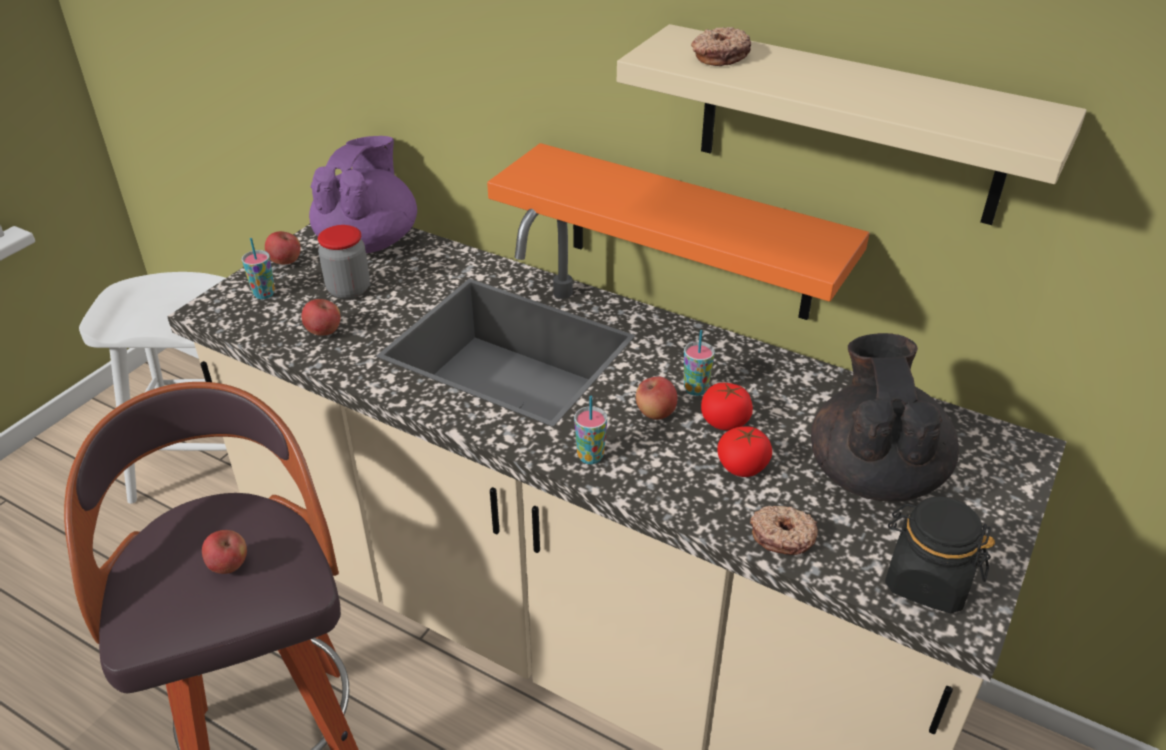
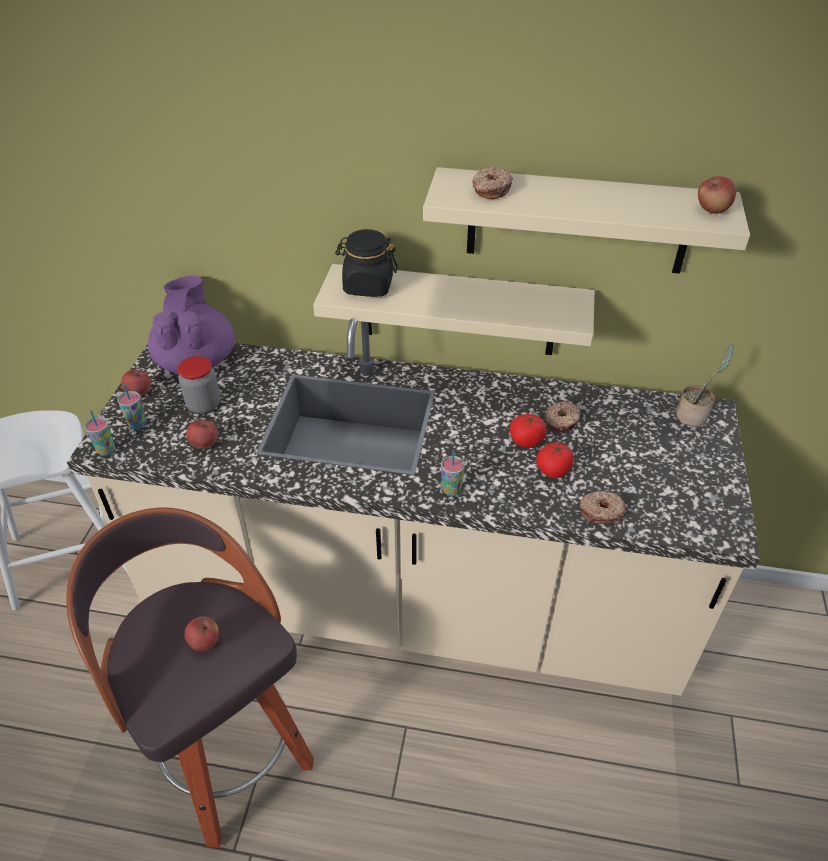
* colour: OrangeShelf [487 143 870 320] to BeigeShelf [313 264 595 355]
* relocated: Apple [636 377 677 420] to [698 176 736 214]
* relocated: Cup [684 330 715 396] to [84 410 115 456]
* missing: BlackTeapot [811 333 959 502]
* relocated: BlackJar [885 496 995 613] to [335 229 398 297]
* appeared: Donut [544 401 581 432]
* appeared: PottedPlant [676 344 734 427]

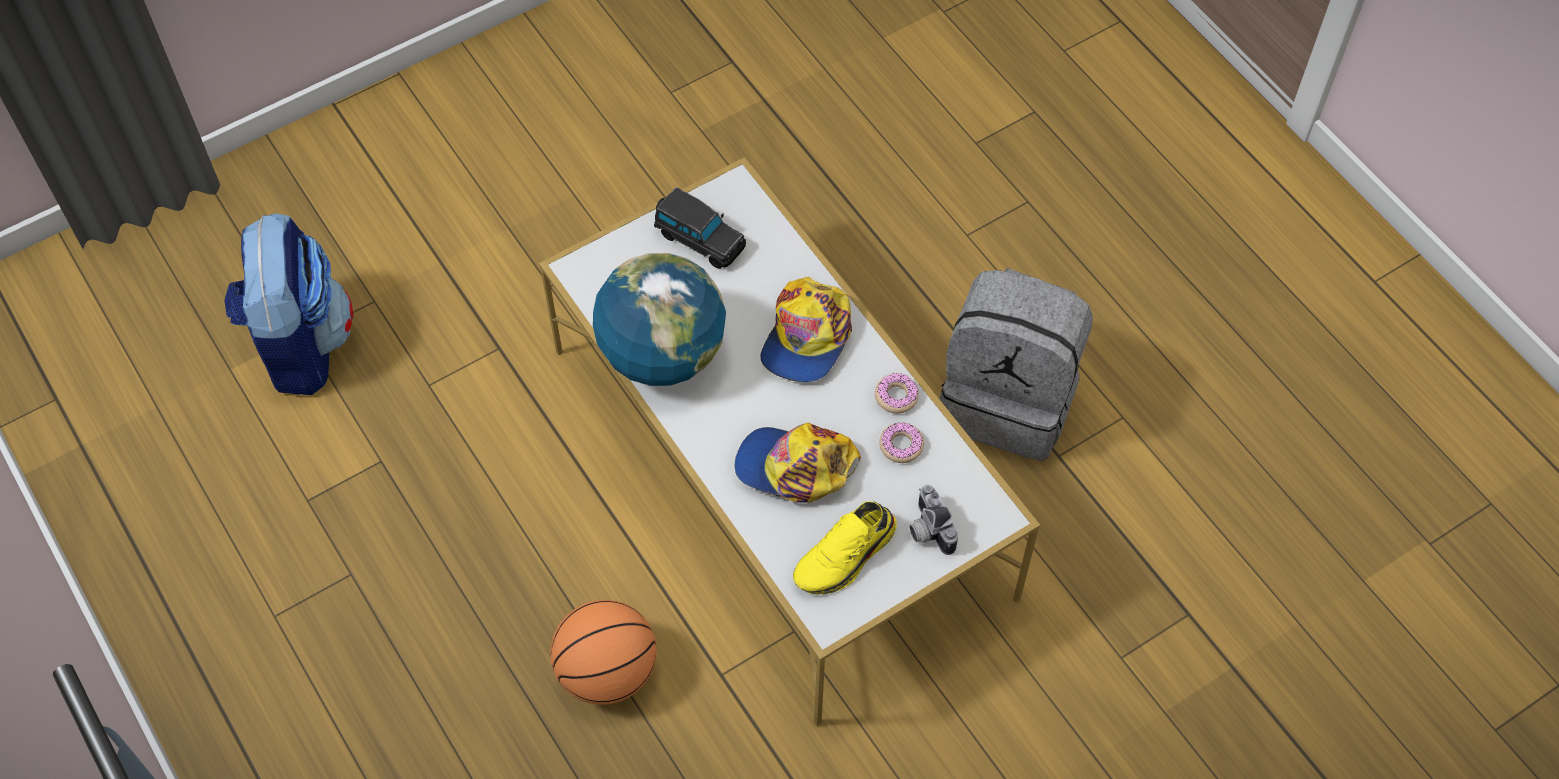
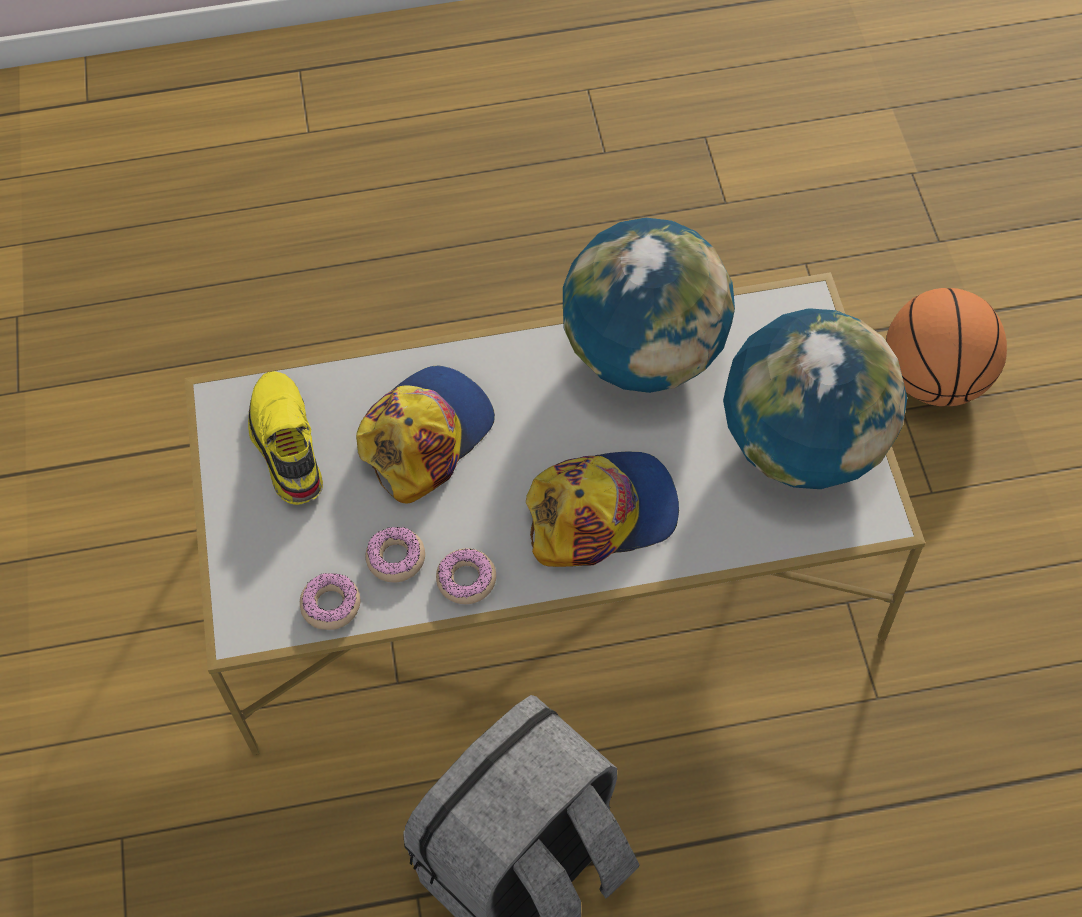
* missing: Backpack [224 213 353 395]
* relocated: Basketball [550 600 657 705] to [886 288 1007 406]
* exchanged: BlackToyCar [654 187 746 269] to Globe [723 308 907 489]
* spun: Cap [760 277 852 382] = [526 451 679 567] 120 degrees clockwise
* missing: PhotoCamera [910 485 958 555]
* appeared: Donut [300 573 360 630]

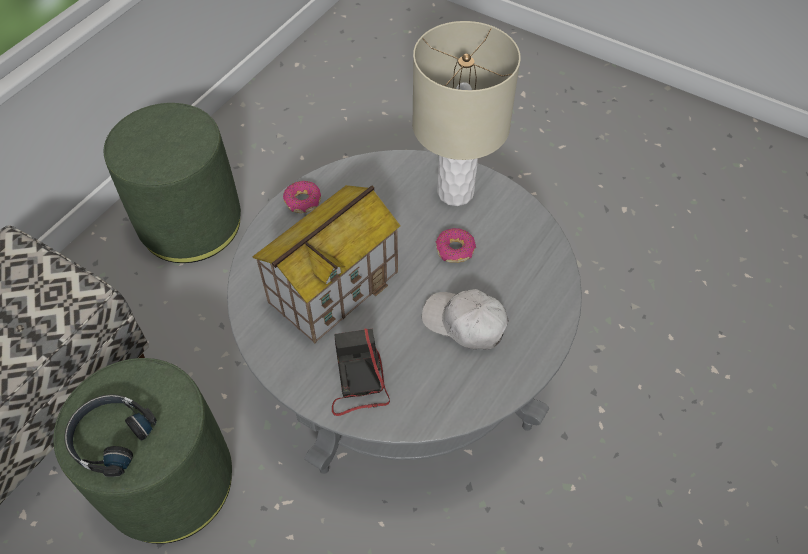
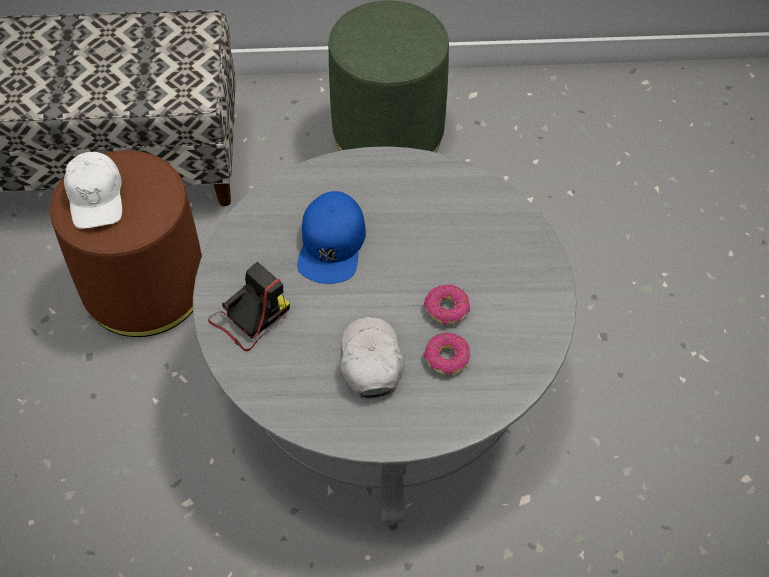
* colour: GreenOttoman [53 358 232 544] to BrownOttoman [50 150 202 337]
* exchanged: BlackHeadphones [64 394 157 477] to WhiteCap [64 152 122 229]
* exchanged: ToyHouse [252 185 401 343] to BlueCap [297 191 366 284]
* relocated: Donut [283 181 321 213] to [424 333 470 375]
* missing: BeigeTableLamp [412 21 521 206]

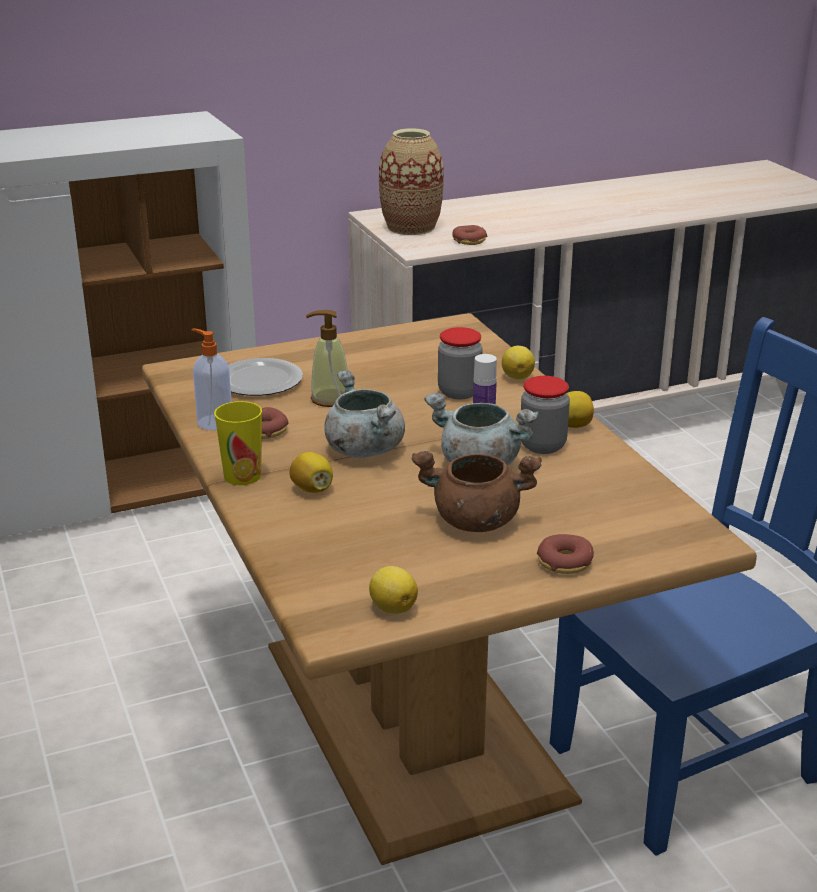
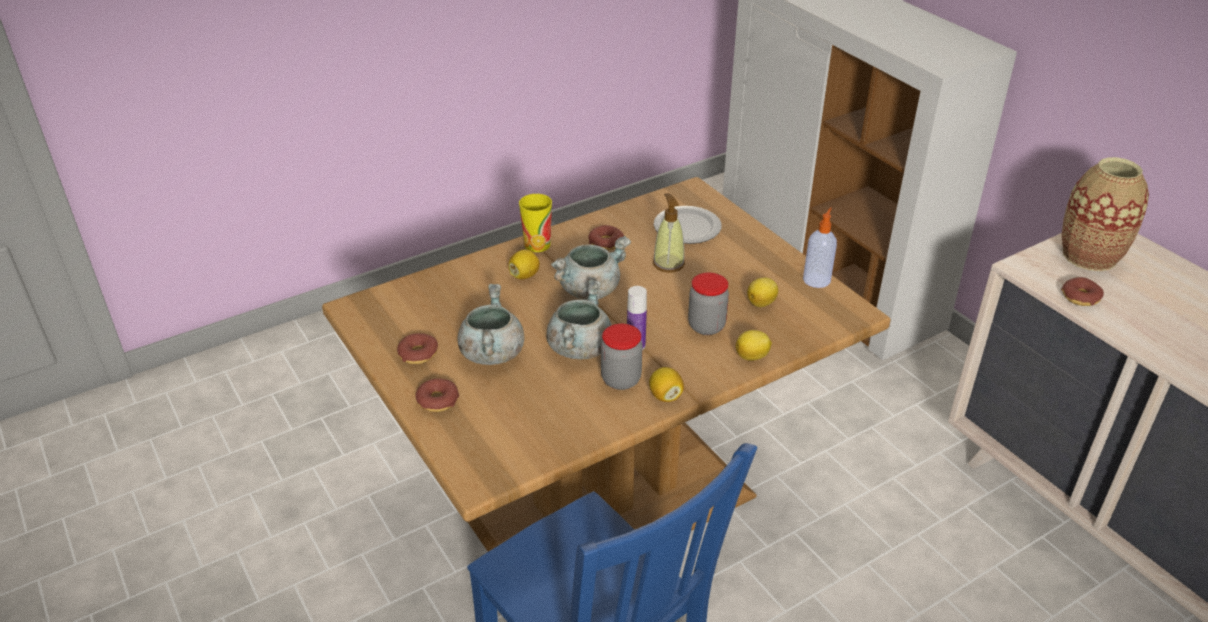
* relocated: SoapDispenser [191 328 232 430] to [803 207 837 288]
* relocated: Lemon [369 566 418 614] to [747 278 778 307]
* colour: BrownCookingPot [411 451 541 532] to GreyCookingPot [457 284 524 365]
* appeared: Donut [397 333 438 364]

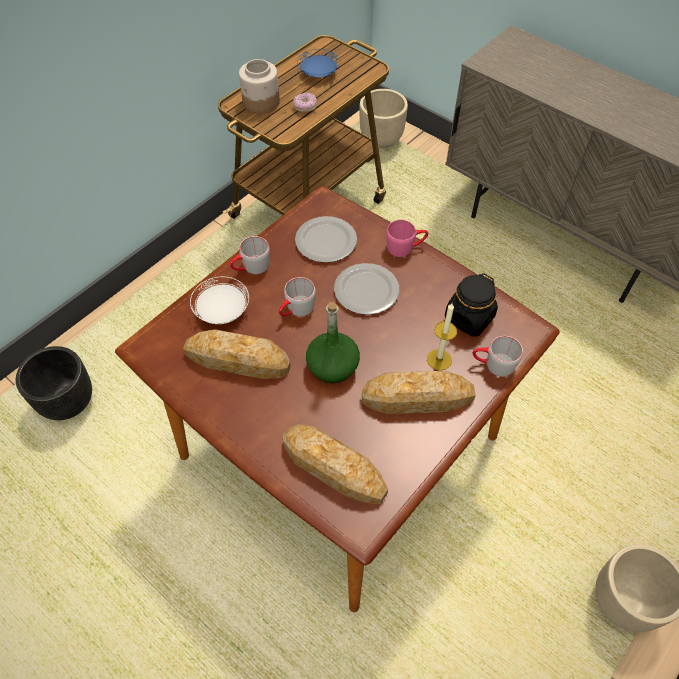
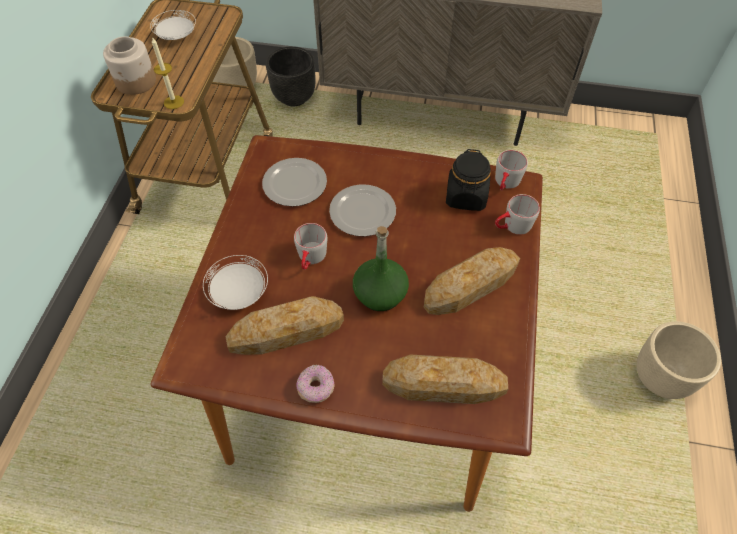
* relocated: BlackPlanter [16 346 92 420] to [266 46 315 106]
* relocated: GreyMug [230 236 270 274] to [495 150 528 191]
* relocated: Donut [293 92 317 112] to [296 365 335 403]
* colour: BluePlate [297 49 340 77] to WhitePlate [150 10 196 40]
* missing: PinkMug [386 220 428 257]
* relocated: Candle [427 303 457 370] to [152 37 184 109]

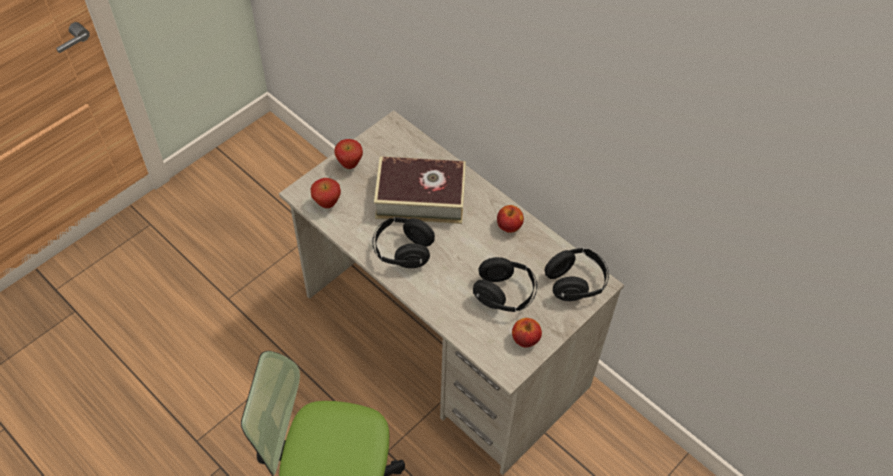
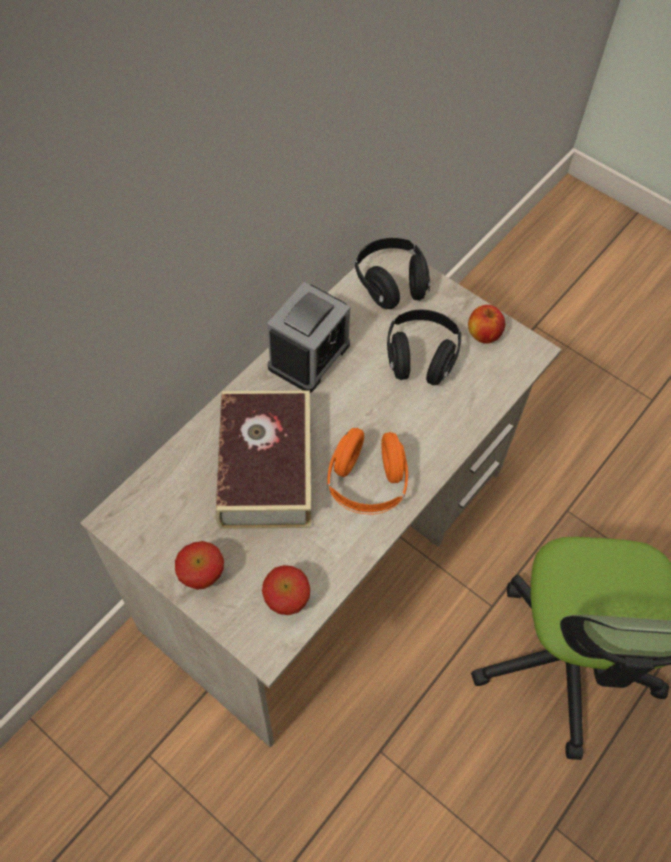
* colour: BlackHeadphones [372 217 435 268] to OrangeHeadphones [327 428 408 515]
* exchanged: Apple [497 205 524 233] to AlarmClock [267 282 350 393]

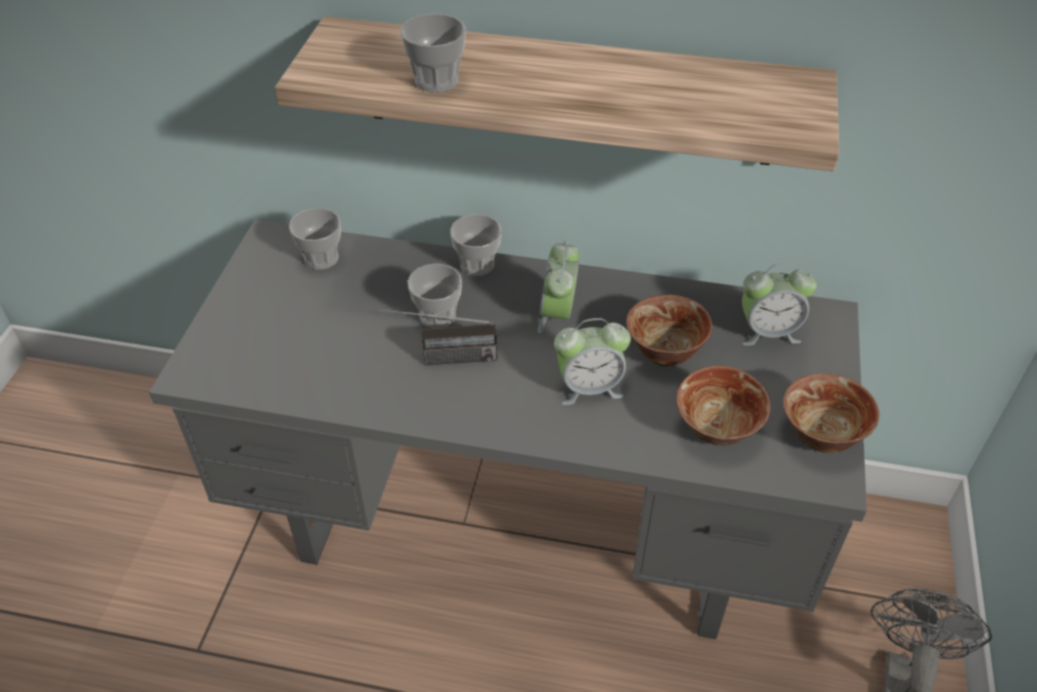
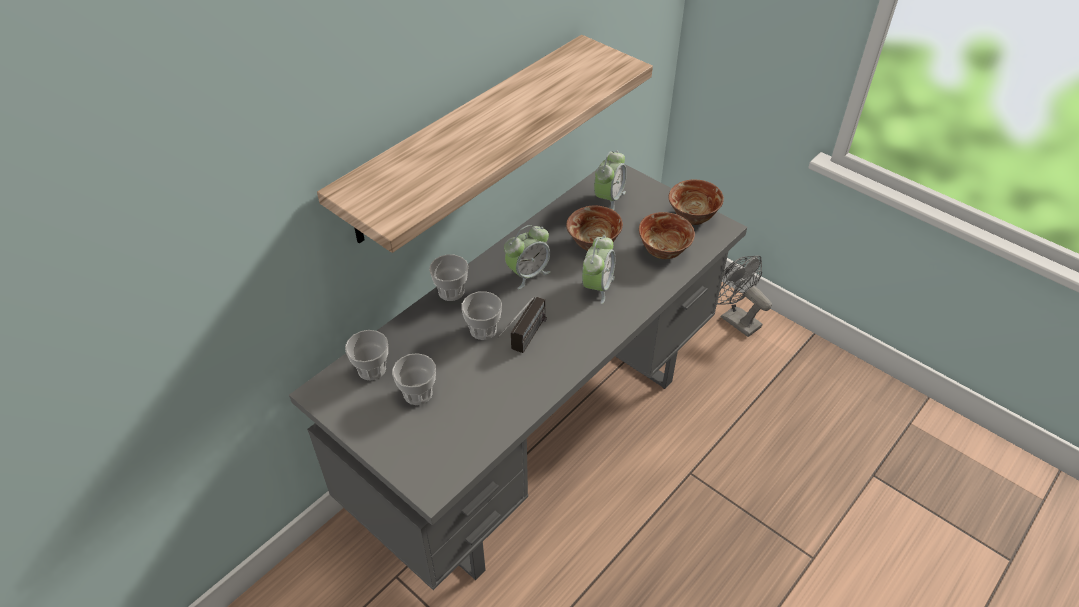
* relocated: Cup [400 13 466 93] to [392 353 436 405]
* spun: AlarmClock [538 241 579 334] = [504 225 551 290] 75 degrees counterclockwise

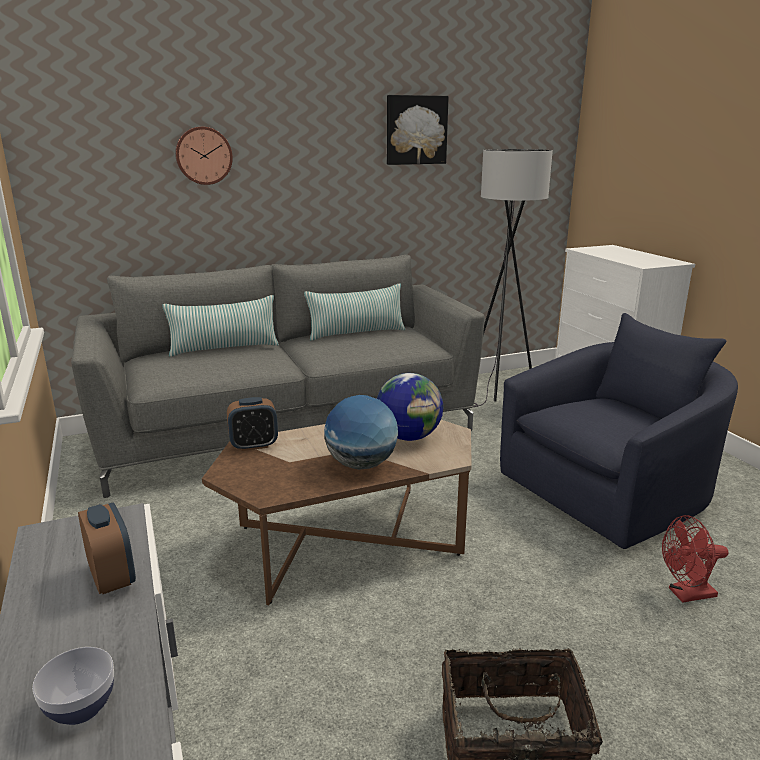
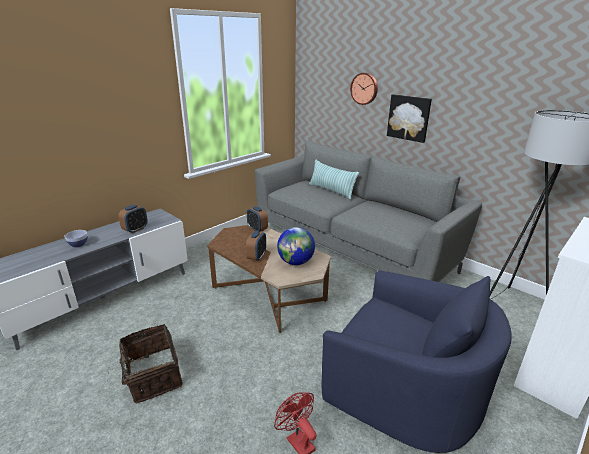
* missing: Pillow [304 283 405 341]
* exchanged: Globe [324 395 398 470] to AlarmClock [246 231 266 261]
* relocated: Picture [387 95 449 165] to [387 94 432 143]

